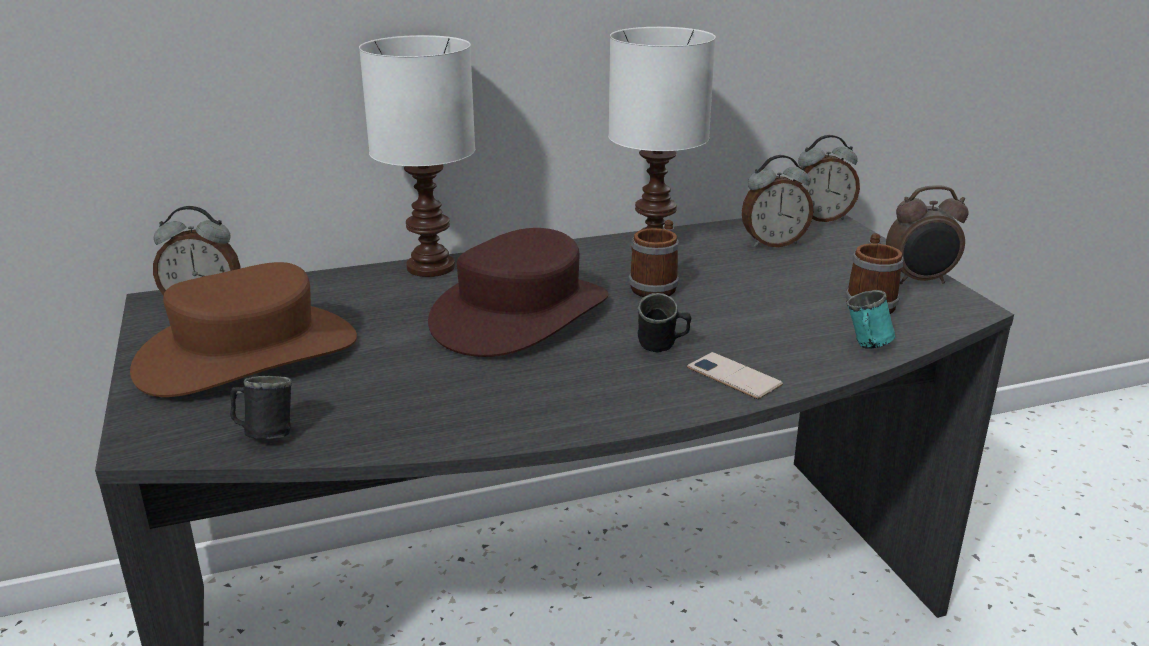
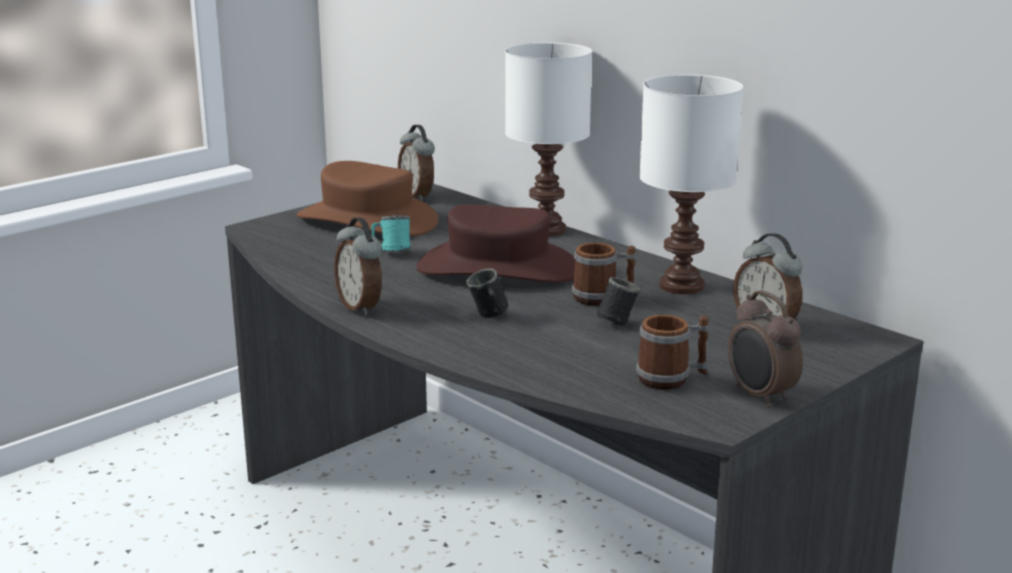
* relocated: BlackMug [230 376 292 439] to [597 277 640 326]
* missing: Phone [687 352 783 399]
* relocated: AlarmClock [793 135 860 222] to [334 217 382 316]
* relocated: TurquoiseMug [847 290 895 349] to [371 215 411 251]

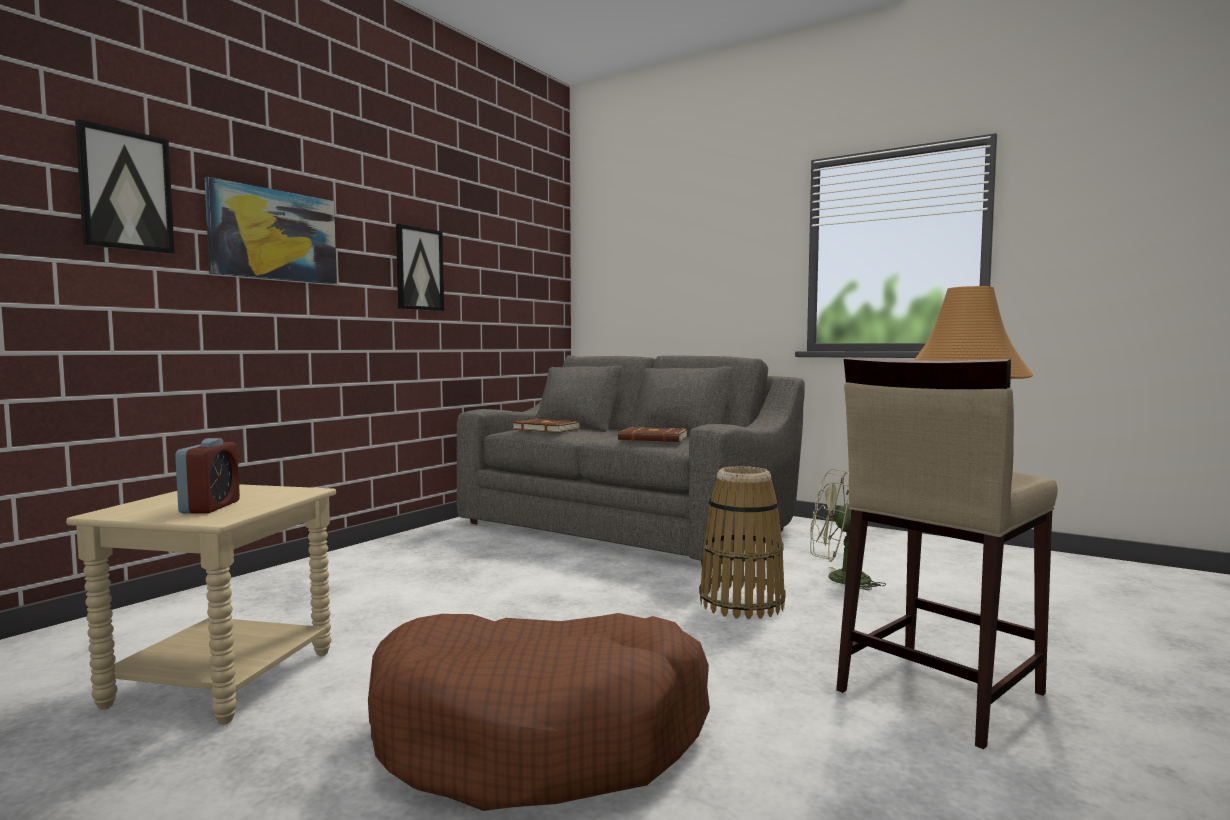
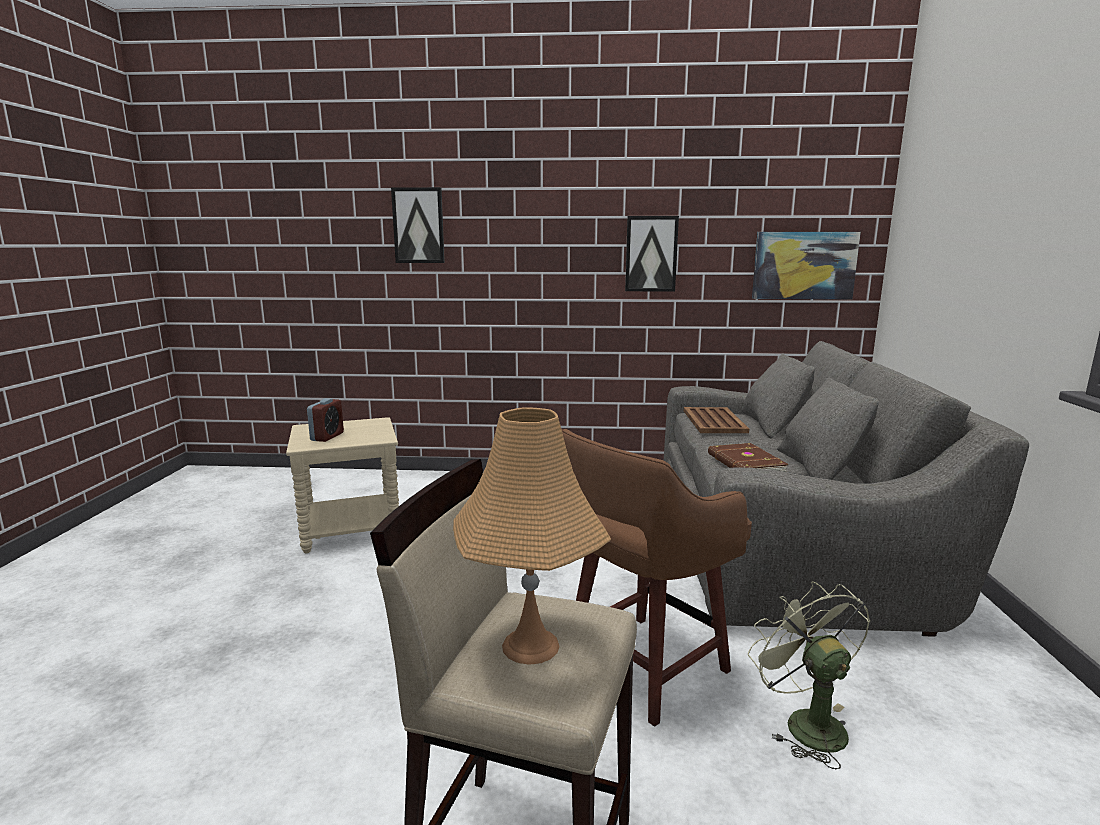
* spun: AlarmClock [175 438 240 514] = [307 398 344 442] 45 degrees counterclockwise
* relocated: Picture [205 177 337 284] to [752 232 861 299]
* missing: BrownDogBed [368 613 710 811]
* exchanged: BrownBook [512 419 581 433] to BrownTray [684 407 749 433]
* exchanged: Basket [699 466 786 619] to BrownStool [561 429 752 727]

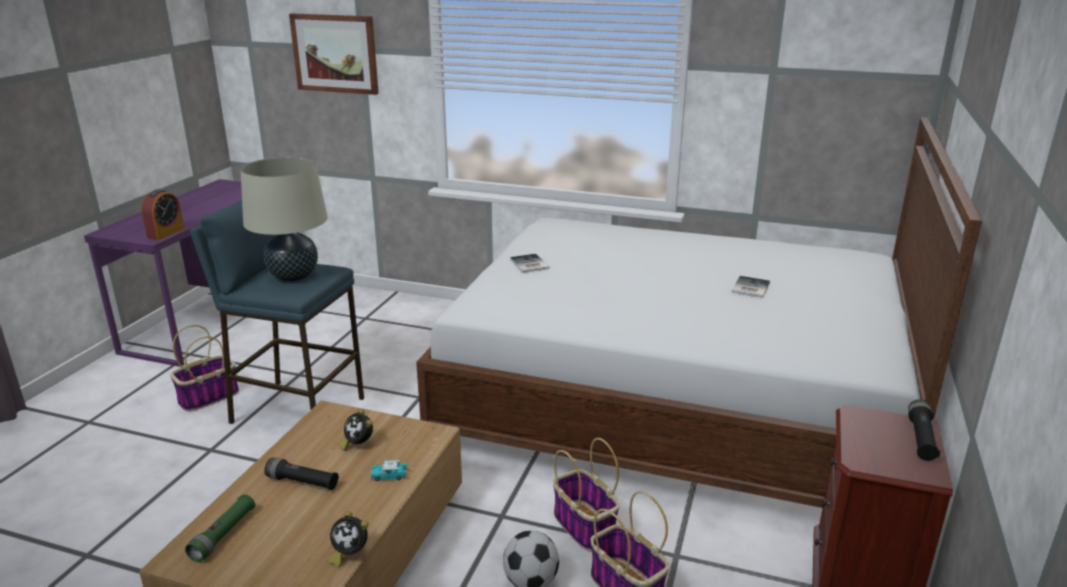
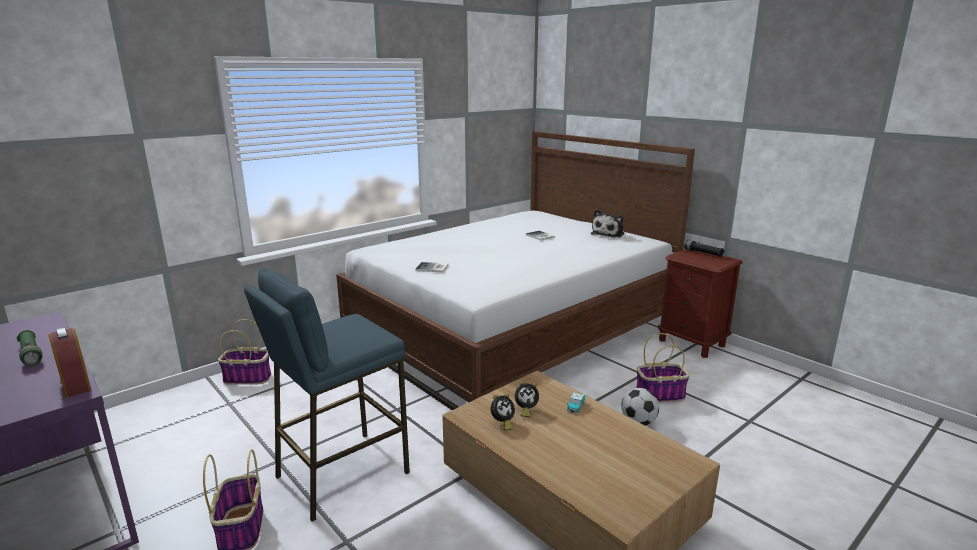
* relocated: GreenFlashlight [185 494 255 562] to [16 330 43 366]
* missing: BeigeTableLamp [241 157 328 282]
* missing: BlackFlashlight [264 457 339 490]
* missing: Picture [289 13 379 95]
* relocated: AlarmClock [328 511 369 567] to [491 393 515 430]
* relocated: Basket [553 438 620 552] to [218 319 271 385]
* appeared: PlushToy [591 209 624 238]

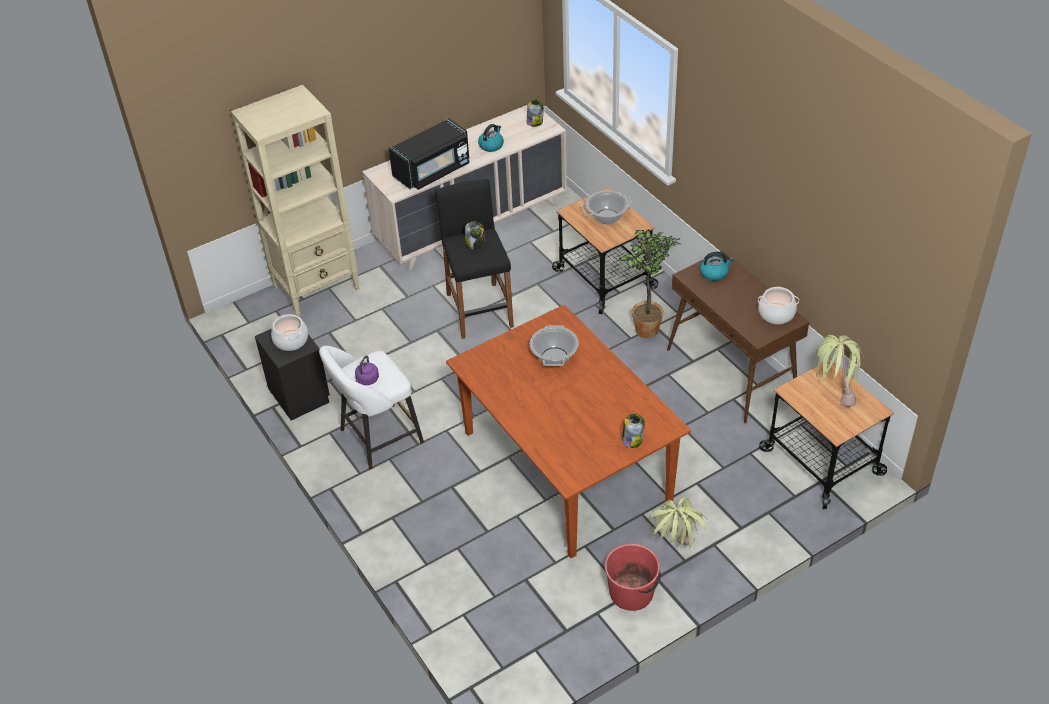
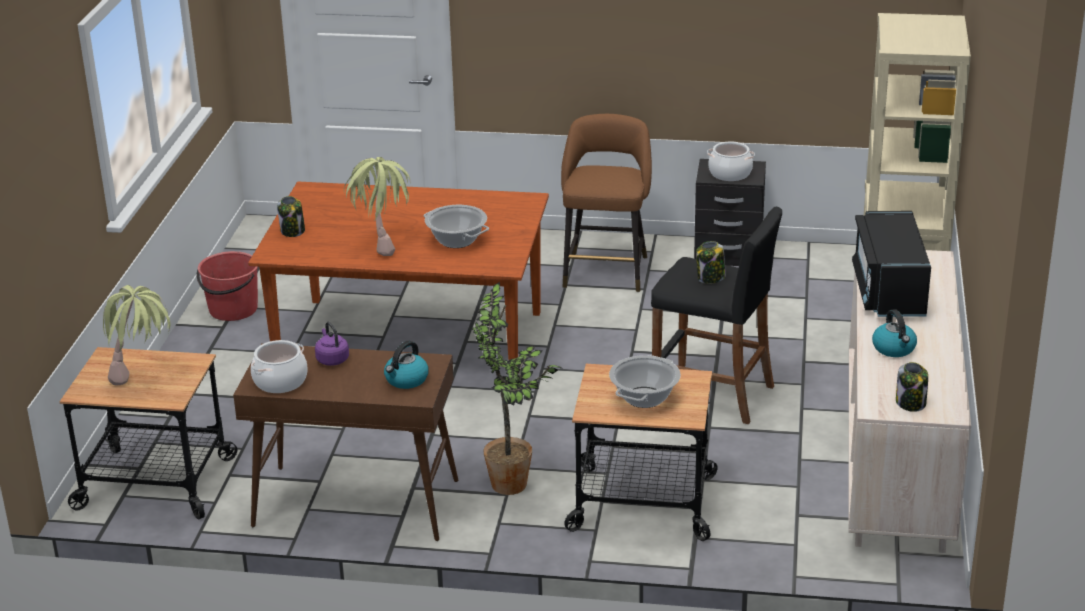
* colour: WhiteStool [319 346 424 469] to BrownStool [561 114 652 292]
* relocated: PurpleKettle [355 355 379 385] to [315 322 349 366]
* relocated: PottedPlant [649 497 708 549] to [344 157 410 256]

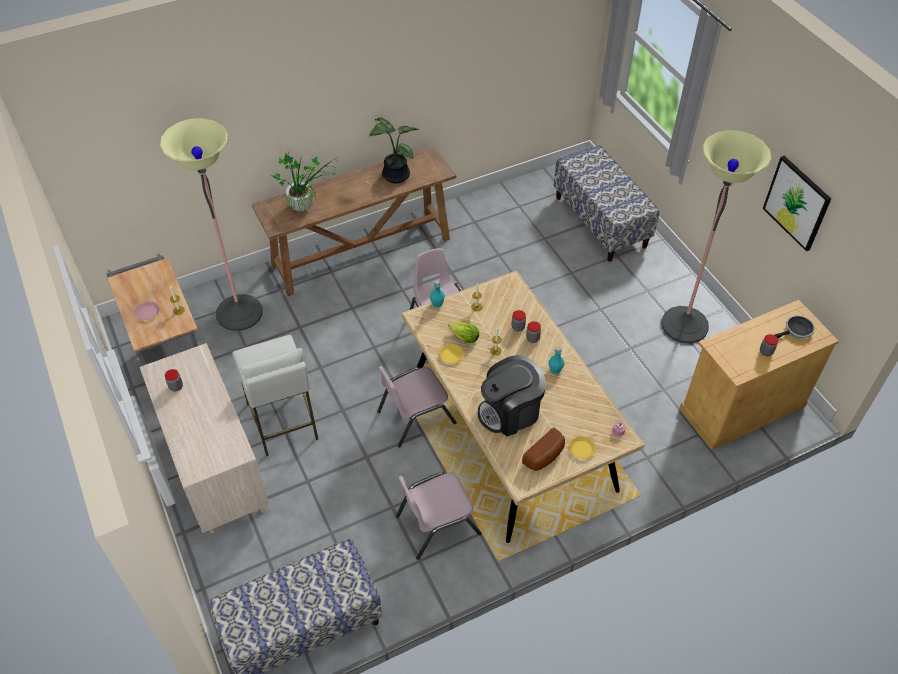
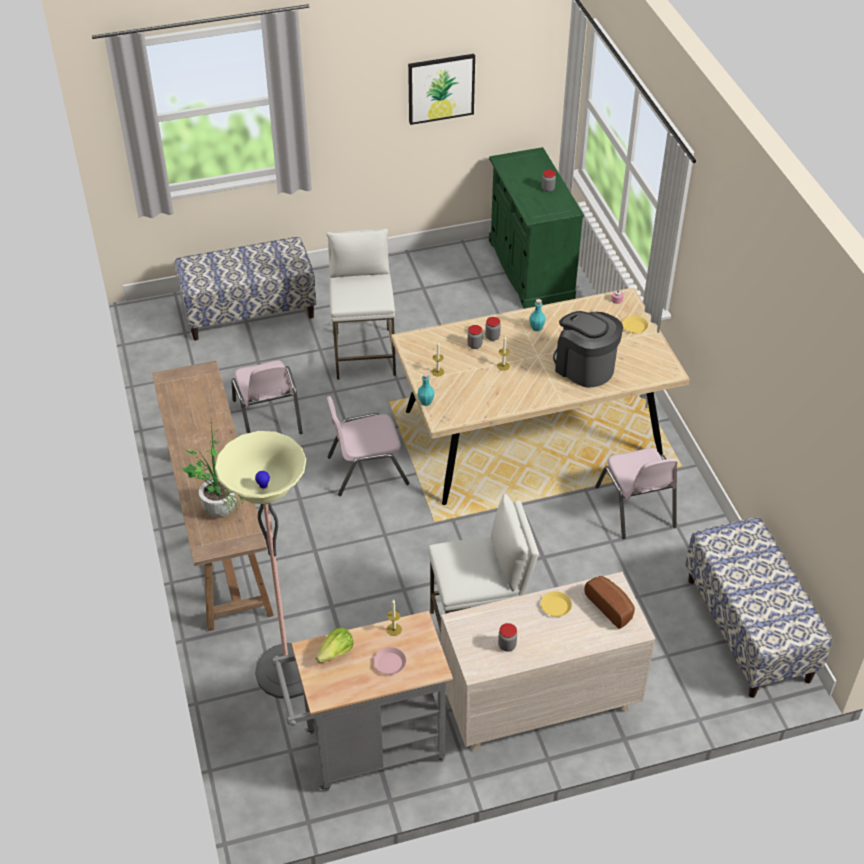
* missing: PottedPlant [369 118 419 183]
* relocated: PinkChair [377 366 457 448] to [231 360 303 434]
* relocated: YellowPlate [439 344 464 363] to [541 591 572 617]
* relocated: Lettuce [448 322 479 343] to [316 627 354 663]
* spun: CoffeeMachine [478 355 546 437] = [553 311 623 388] 150 degrees clockwise
* relocated: Bread [522 428 565 471] to [584 576 635 629]
* missing: FloorLamp [661 130 771 344]
* colour: BeigeCabinet [679 300 839 450] to GreenCabinet [489 147 584 309]
* missing: FryingPan [775 315 815 339]
* appeared: WhiteStool [326 229 396 379]

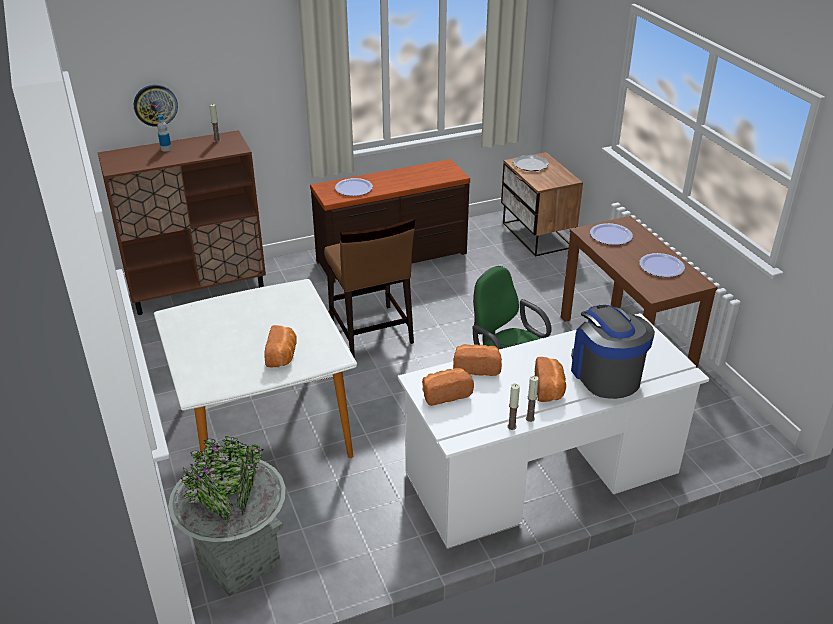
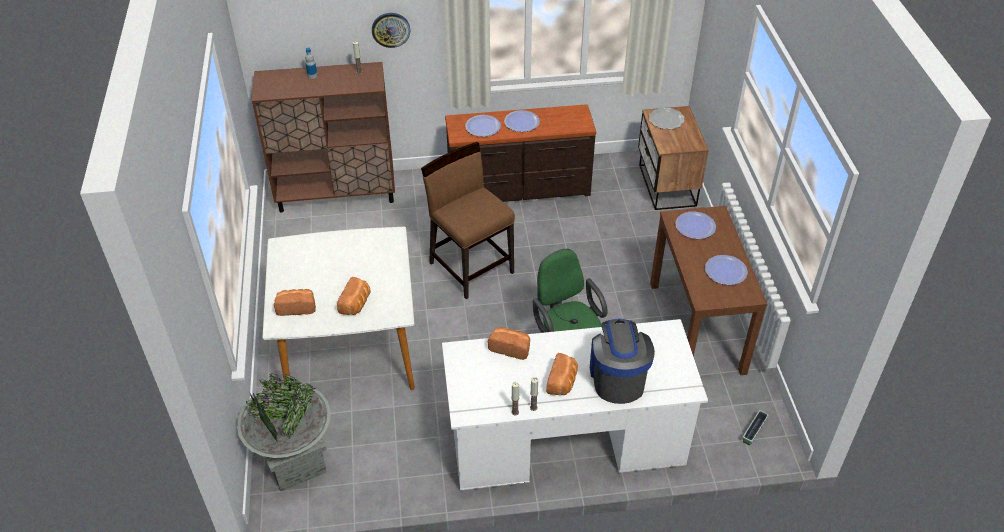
* relocated: WallClock [134 85 178 127] to [372 13 410 48]
* spun: BrownChair [324 218 415 358] = [421 142 515 299] 150 degrees clockwise
* relocated: Bread [422 368 474 406] to [274 289 316 316]
* appeared: Plate [504 110 540 132]
* appeared: Planter [743 410 768 445]

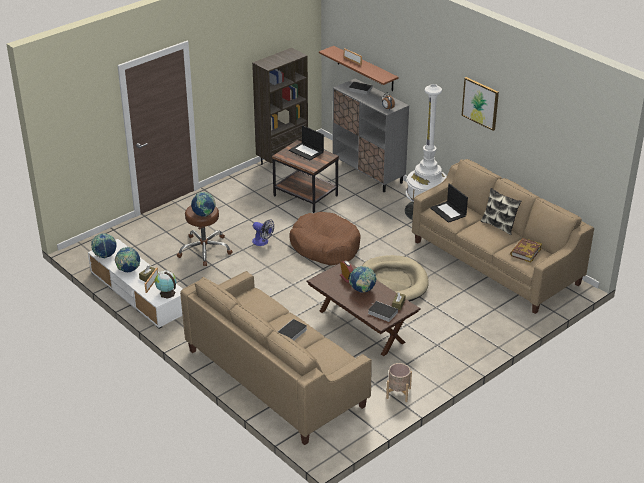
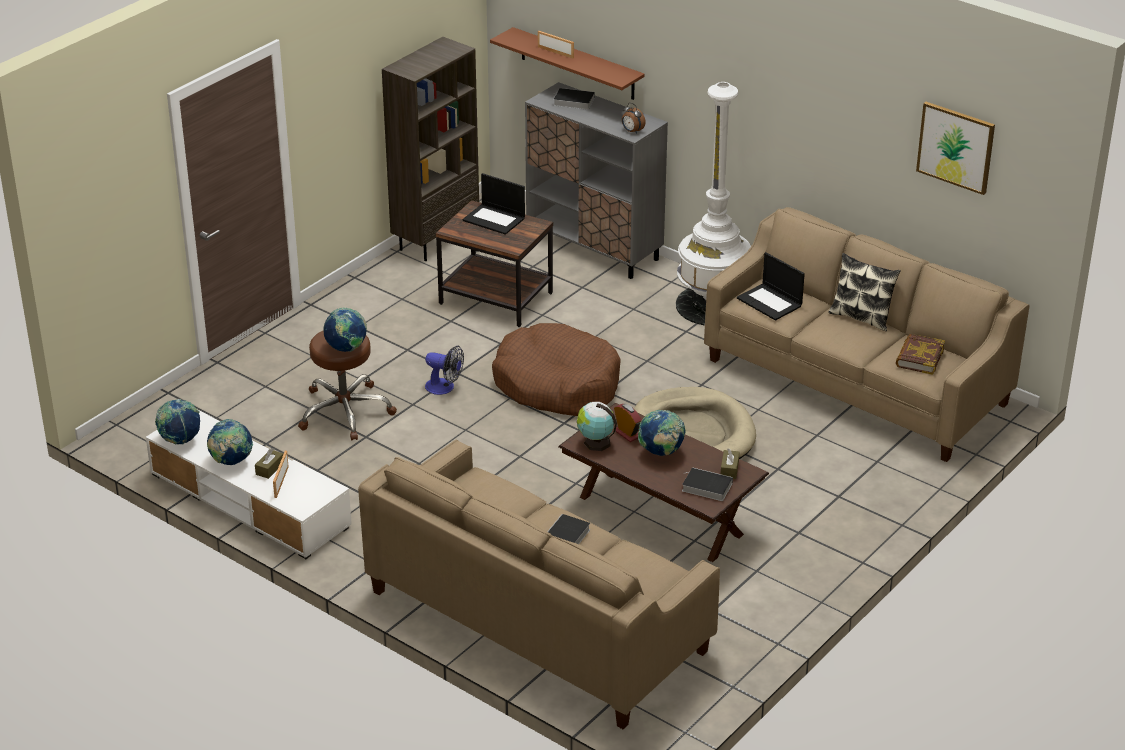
* relocated: Globe [154 270 176 299] to [577 402 617 451]
* missing: BeigePlanter [386 363 412 402]
* relocated: Picture [462 77 499 131] to [916 102 995 195]

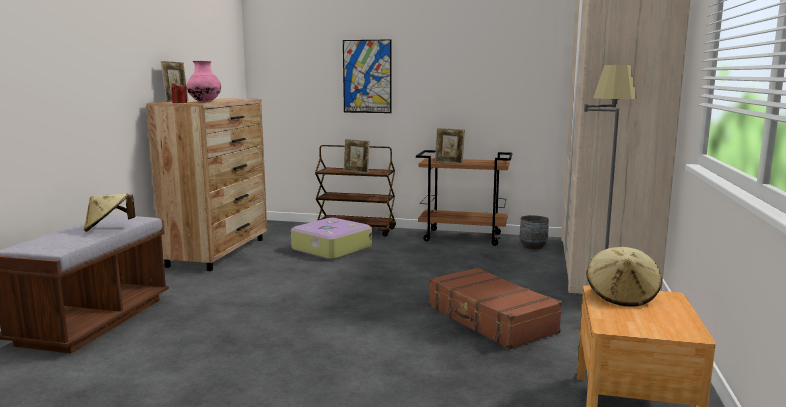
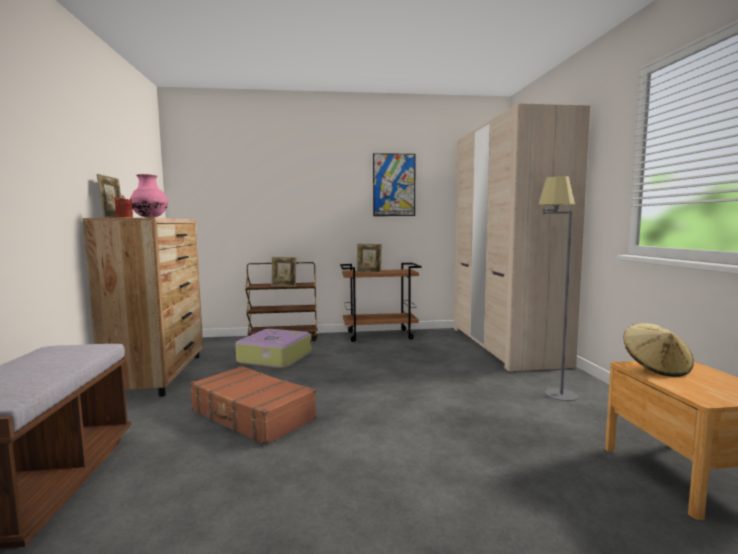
* missing: BeigeHat [84 193 135 232]
* relocated: Picture [343 39 392 113] to [373 153 416 216]
* relocated: BrownSuitcase [429 267 562 349] to [190 366 317 445]
* missing: GreyPlanter [520 215 549 249]

